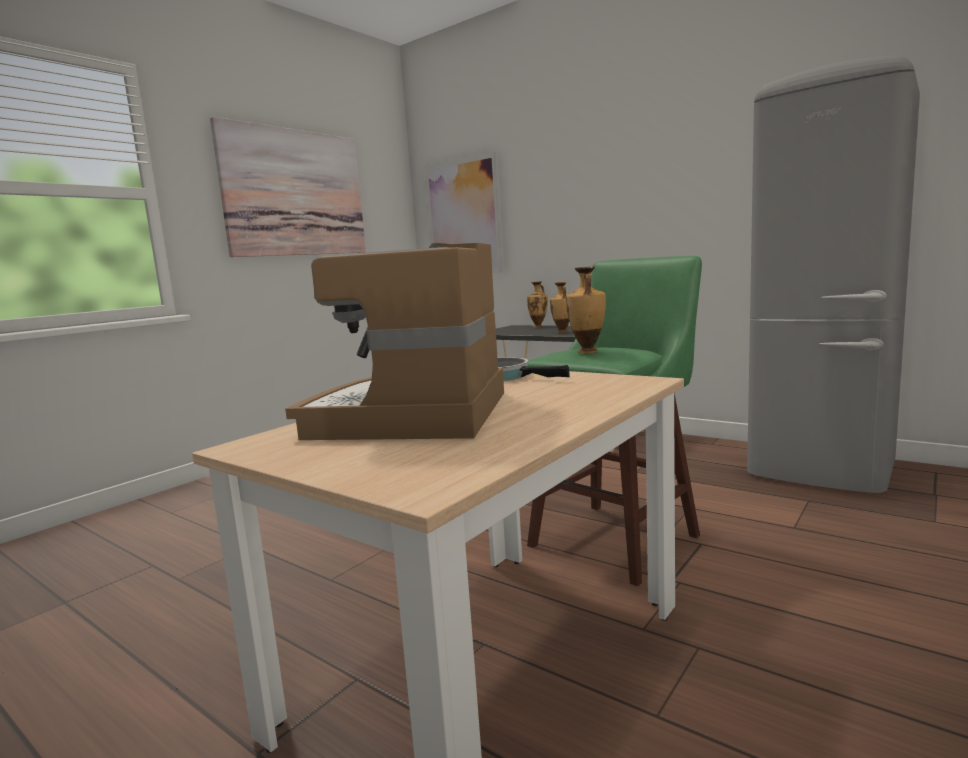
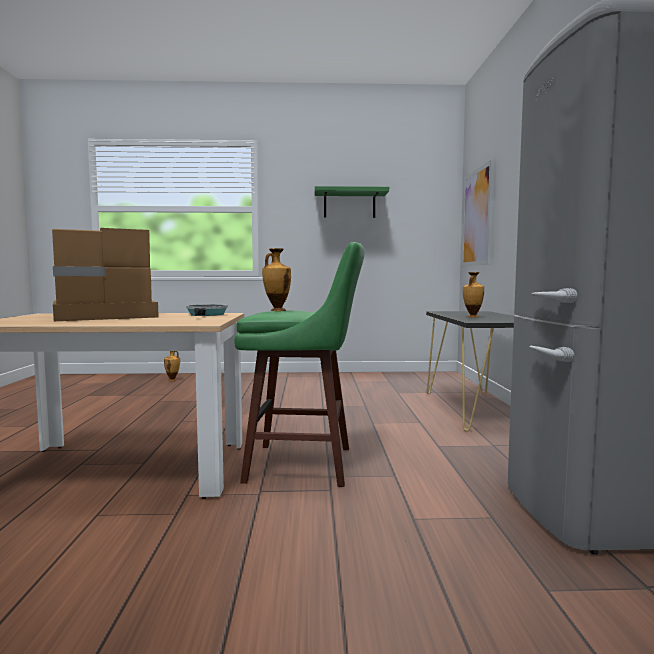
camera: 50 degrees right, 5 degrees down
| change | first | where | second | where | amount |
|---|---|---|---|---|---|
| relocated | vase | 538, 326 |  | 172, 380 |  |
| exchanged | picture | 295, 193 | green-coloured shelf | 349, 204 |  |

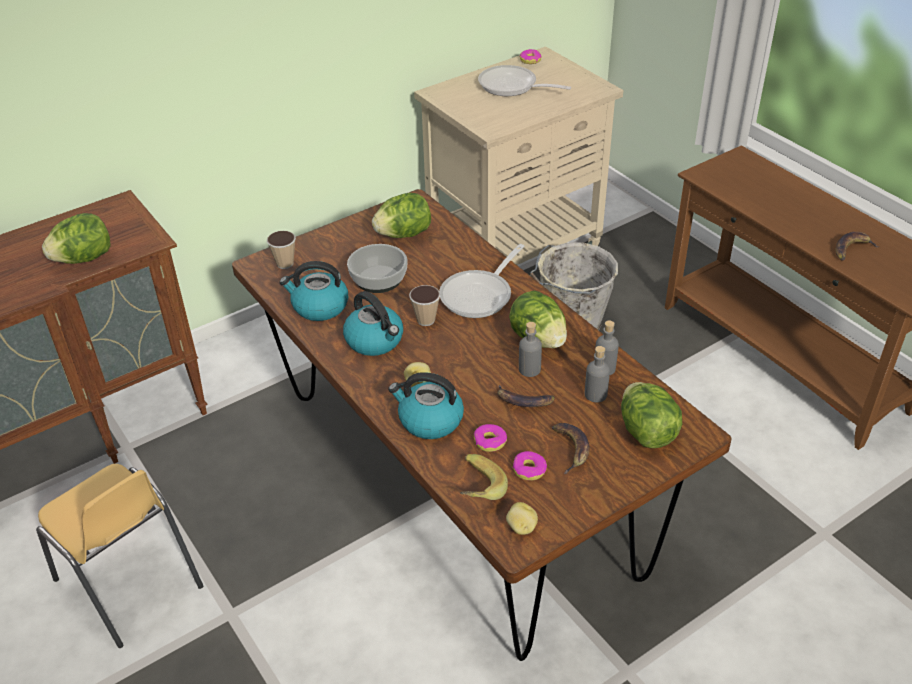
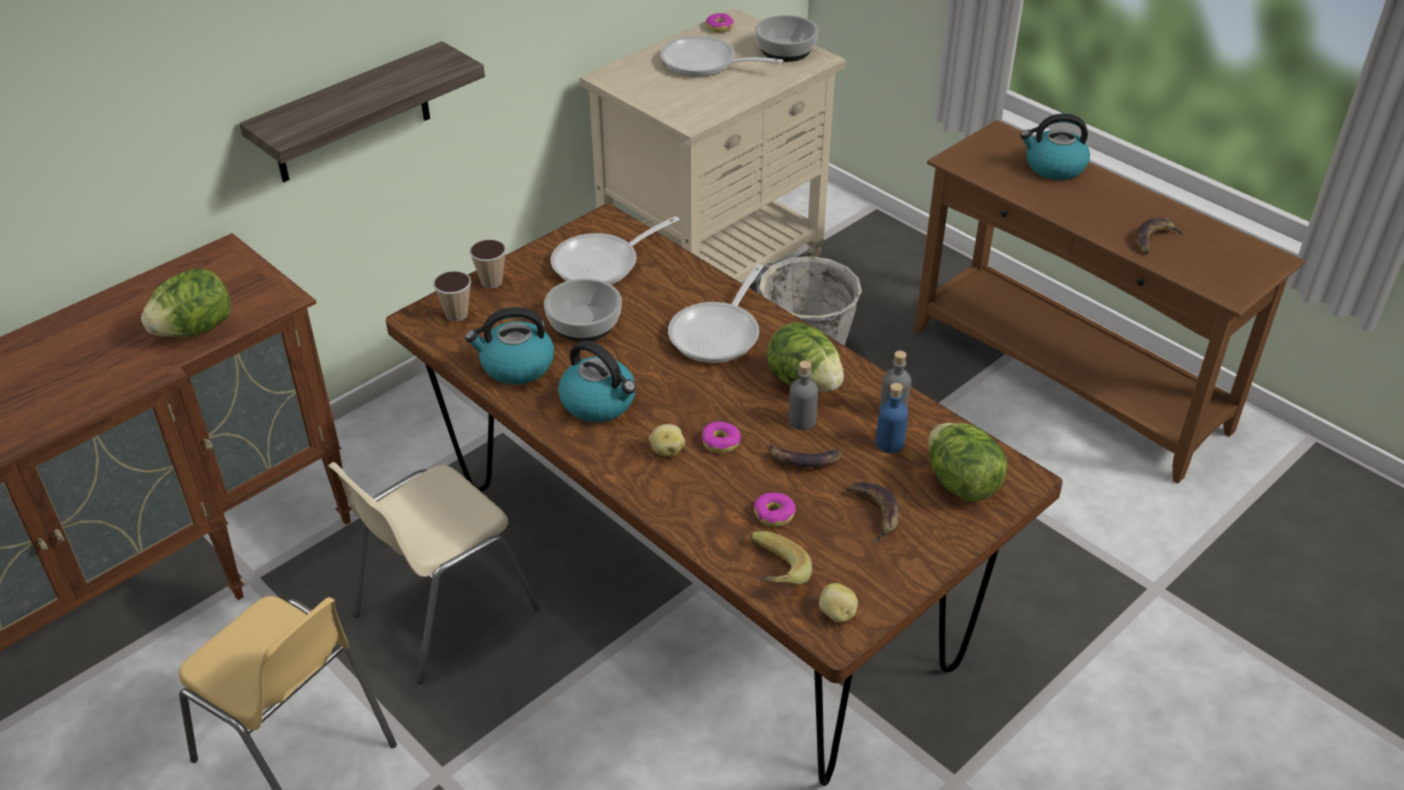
camera: 10 degrees left, 0 degrees up
| change | first | where | second | where | amount |
|---|---|---|---|---|---|
| appeared |  |  | shelf | 351, 114 |  |
| appeared |  |  | beige chair | 443, 611 |  |
| appeared |  |  | deep dish | 785, 50 |  |
| relocated | water kettle | 429, 420 |  | 1054, 167 |  |
| relocated | cup | 426, 320 |  | 491, 281 |  |
| relocated | doughnut | 529, 470 |  | 721, 442 |  |
| exchanged | head of lettuce | 404, 234 | pan | 602, 264 |  |
| colour | greyish bottle | 595, 394 | bluish bottle | 889, 443 |  |

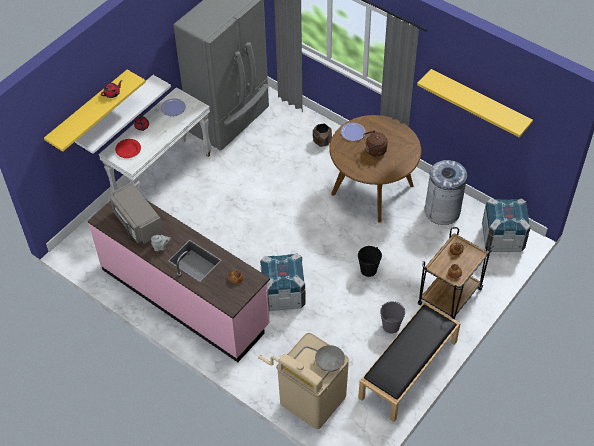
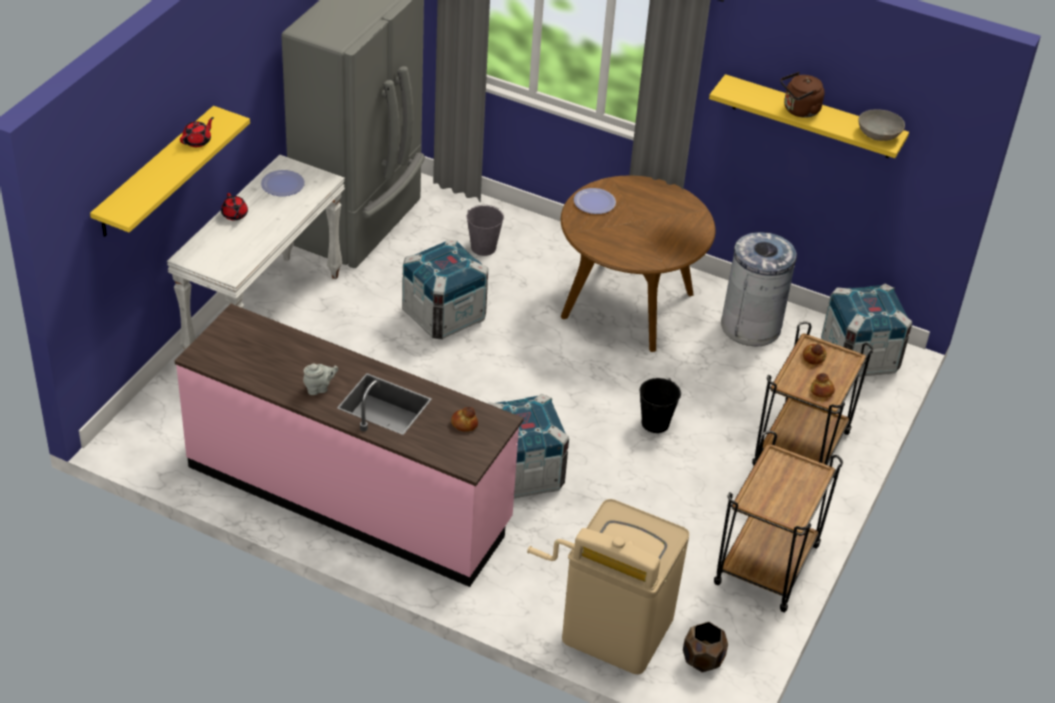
camera: 15 degrees left, 10 degrees down
| change | first | where | second | where | amount |
|---|---|---|---|---|---|
| missing | white shelf | 116, 113 |  |  |  |
| missing | greyish microwave | 137, 223 |  |  |  |
| missing | red-coloured flat dish | 128, 149 |  |  |  |
| appeared |  |  | packing crate | 444, 316 |  |
| relocated | brown planter | 322, 141 |  | 703, 659 |  |
| relocated | greyish deep dish | 330, 362 |  | 879, 134 |  |
| relocated | brown water kettle | 374, 151 |  | 799, 110 |  |
| relocated | greyish pail | 391, 326 |  | 483, 247 |  |
| exchanged | blackish indoor bench | 408, 370 | brown trolley | 766, 566 |  |

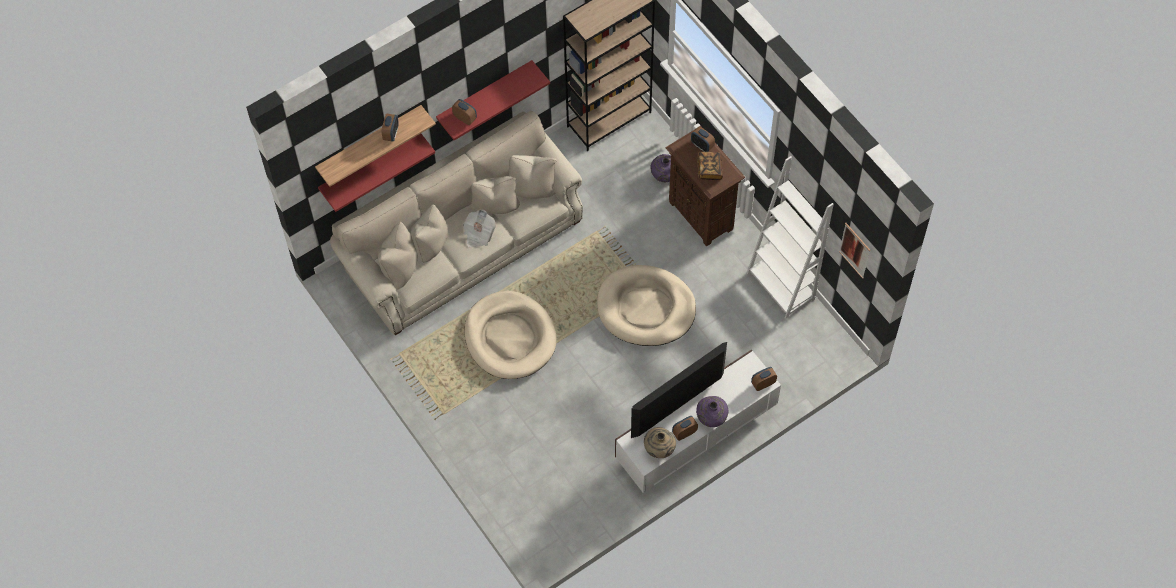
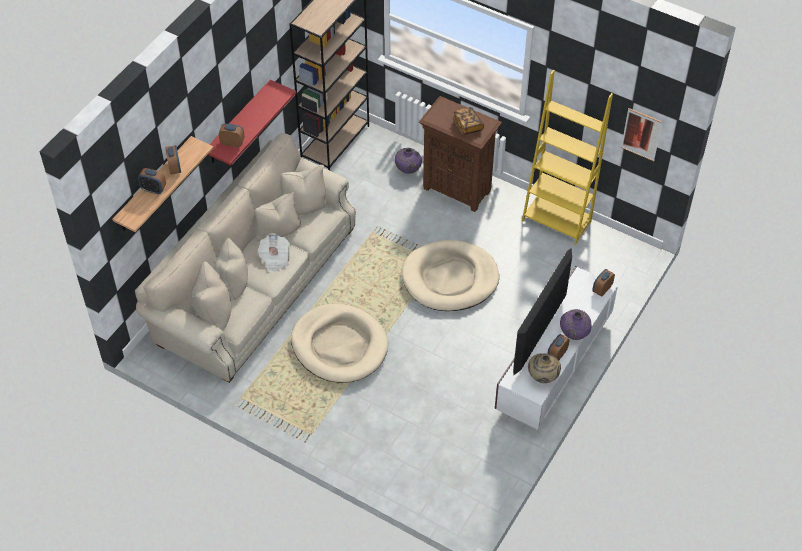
camera: 25 degrees left, 10 degrees down
| change | first | where | second | where | amount |
|---|---|---|---|---|---|
| missing | red-coloured shelf | 369, 164 |  |  |  |
| relocated | table clock | 702, 146 |  | 153, 189 |  |
| colour | white bookcase | 781, 286 | yellow bookcase | 556, 220 |  |

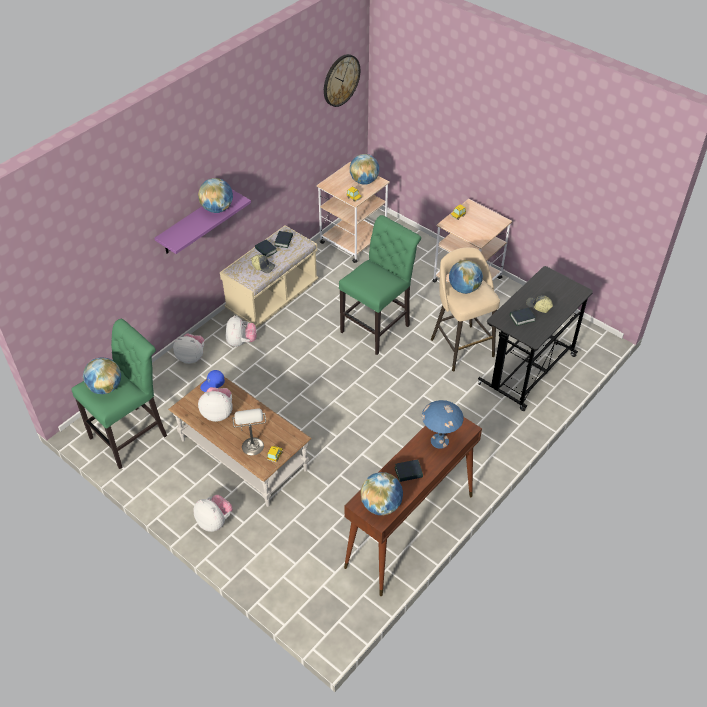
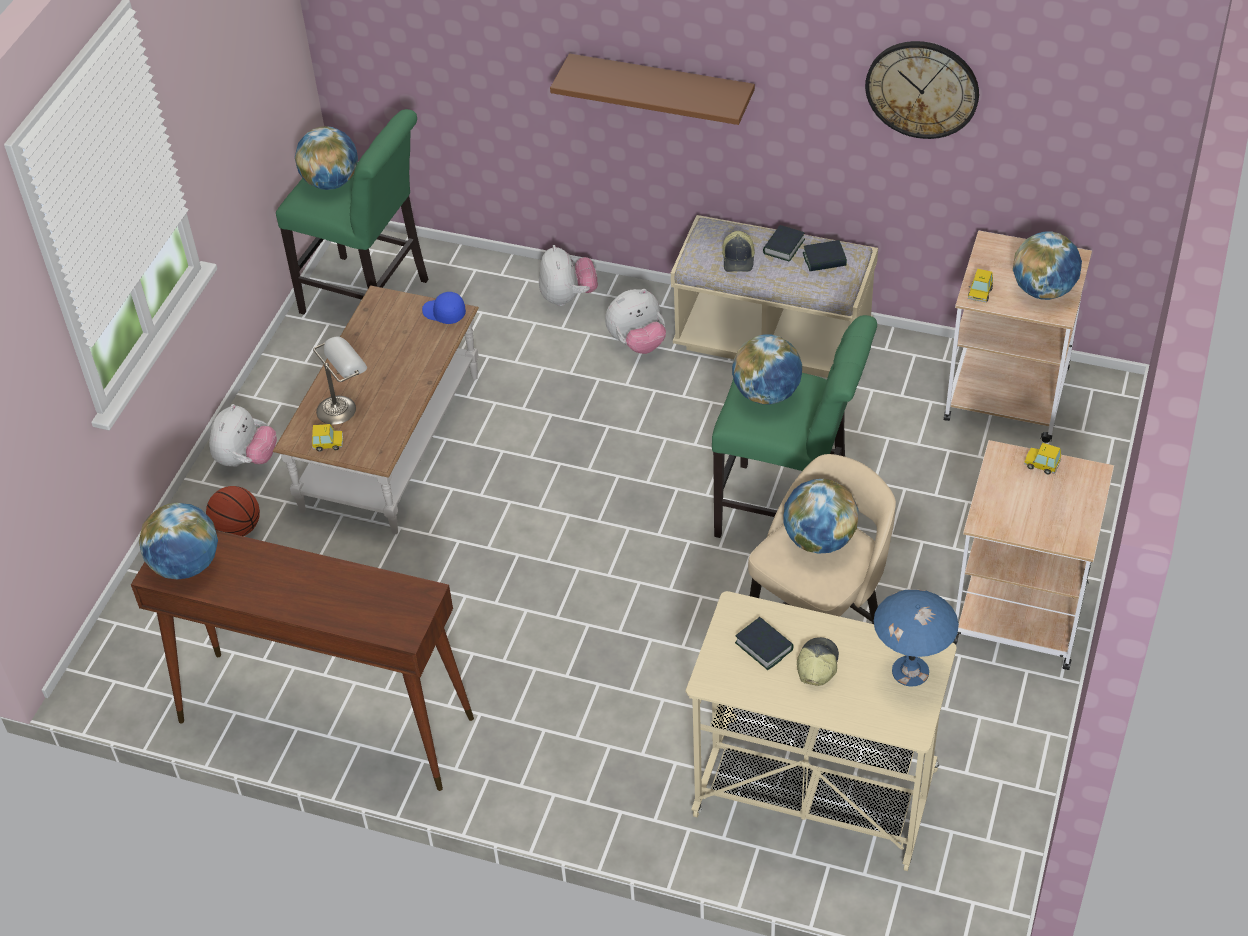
camera: 70 degrees right, 0 degrees up
| change | first | where | second | where | amount |
|---|---|---|---|---|---|
| missing | cuddly toy | 218, 413 |  |  |  |
| missing | volume | 408, 472 |  |  |  |
| appeared |  |  | ball for basketball | 238, 529 |  |
| relocated | desk globe | 217, 209 |  | 767, 394 |  |
| relocated | clock on the wall | 341, 80 |  | 922, 89 |  |
| relocated | bluish table lamp | 440, 441 |  | 910, 672 |  |
| colour | purplish shelf | 194, 222 | brown shelf | 661, 89 |  |
| colour | blackish desk | 527, 370 | beige desk | 814, 793 |  |

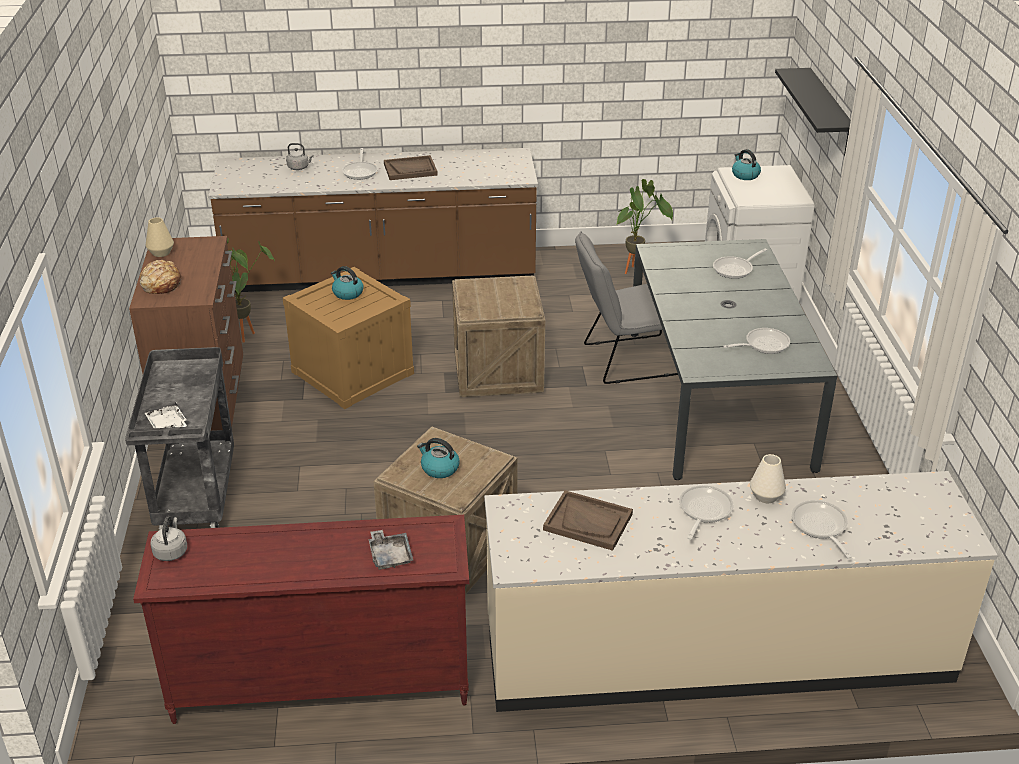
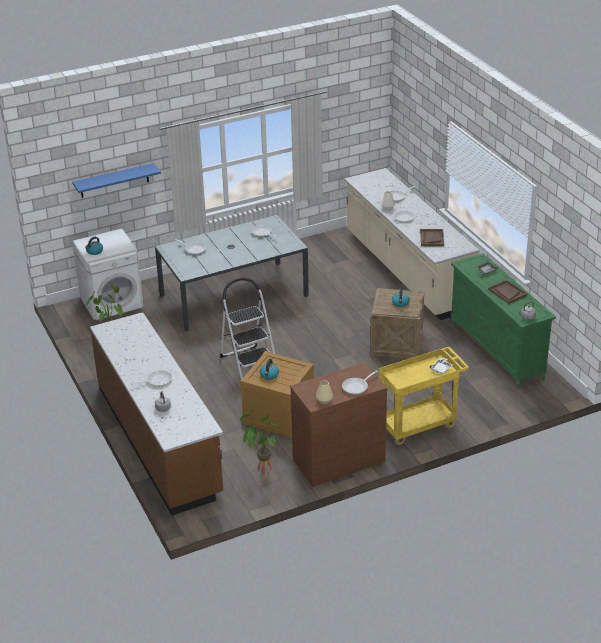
camera: 110 degrees left, 0 degrees up
| change | first | where | second | where | amount |
|---|---|---|---|---|---|
| missing | greyish chair | 625, 360 |  |  |  |
| relocated | brown carrying tray | 410, 169 |  | 507, 293 |  |
| exchanged | bread | 161, 284 | pan | 357, 387 |  |
| exchanged | packing crate | 498, 372 | stepladder | 249, 365 |  |
| colour | greyish trolley | 196, 503 | yellow trolley | 421, 427 |  |
| colour | red-coloured chest of drawers | 321, 687 | green-coloured chest of drawers | 496, 351 |  |
| colour | blackish shelf | 829, 112 | bluish shelf | 114, 180 |  |

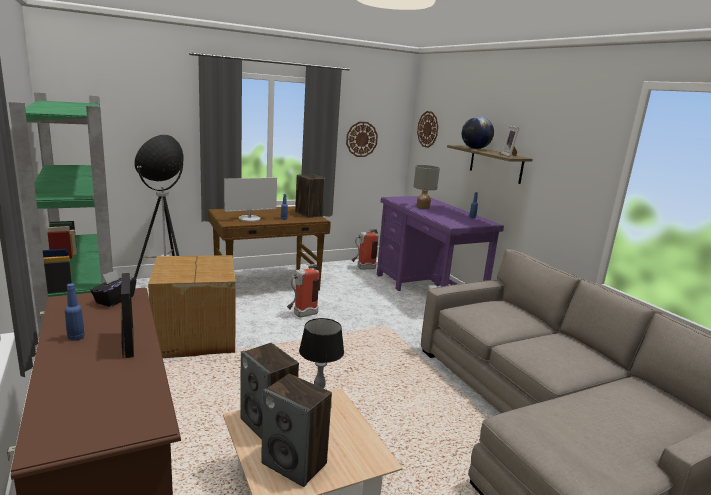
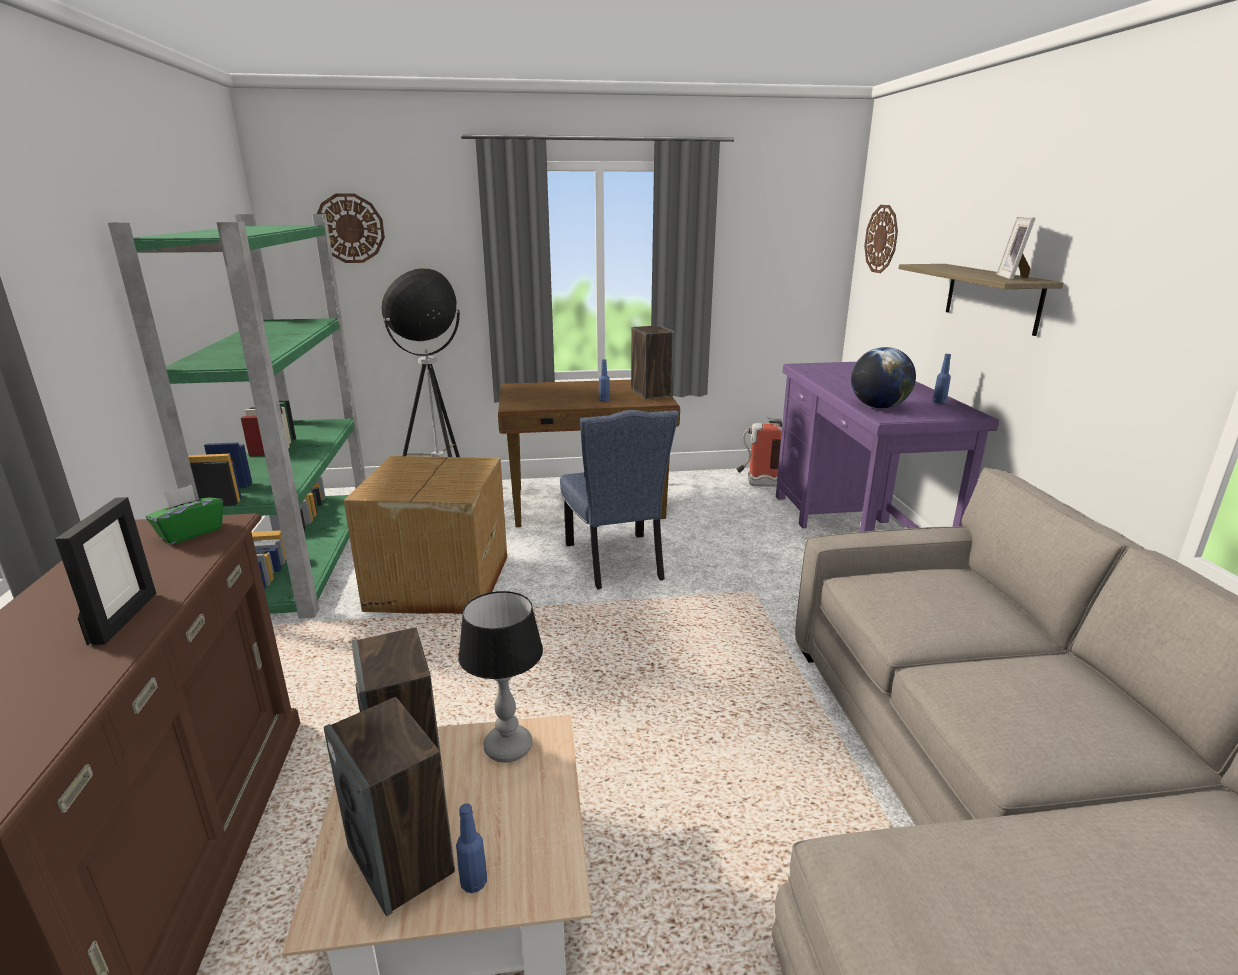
camera: 20 degrees right, 5 degrees up
| change | first | where | second | where | amount |
|---|---|---|---|---|---|
| missing | computer display | 249, 219 |  |  |  |
| missing | greyish table lamp | 423, 207 |  |  |  |
| relocated | bluish bottle | 76, 337 |  | 474, 883 |  |
| relocated | clock on the wall | 361, 139 |  | 350, 228 |  |
| relocated | desk globe | 475, 148 |  | 878, 407 |  |
| exchanged | fire-fighting cylinder | 301, 315 | bluish chair | 616, 559 |  |
| colour | blackish tissue holder | 114, 300 | green-coloured tissue holder | 190, 533 |  |

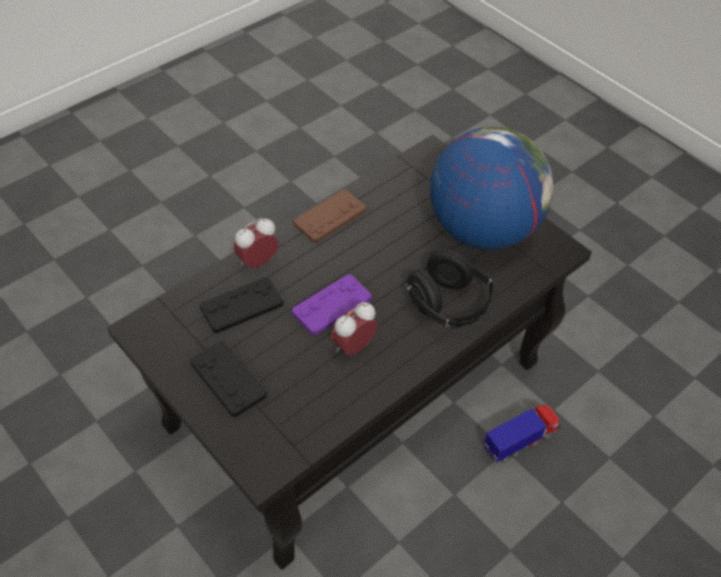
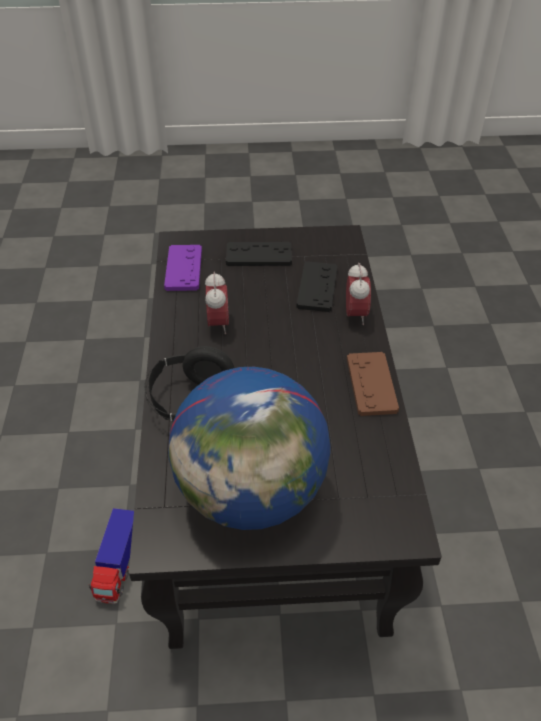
camera: 130 degrees right, 5 degrees down
| change | first | where | second | where | amount |
|---|---|---|---|---|---|
| relocated | purplish game controller | 332, 305 |  | 183, 269 |  |

